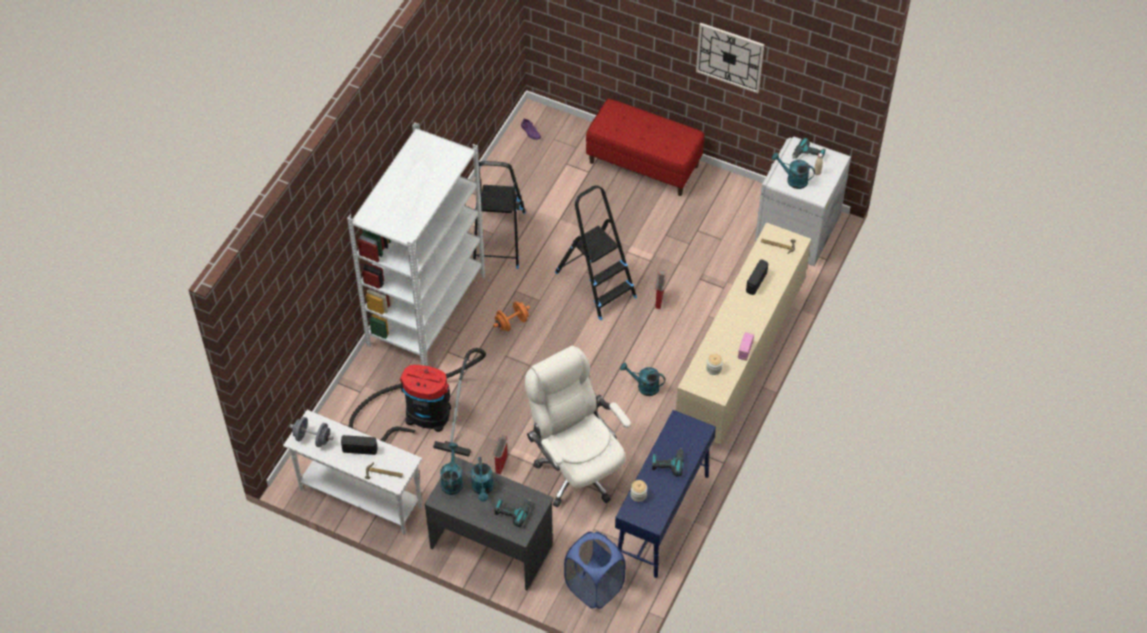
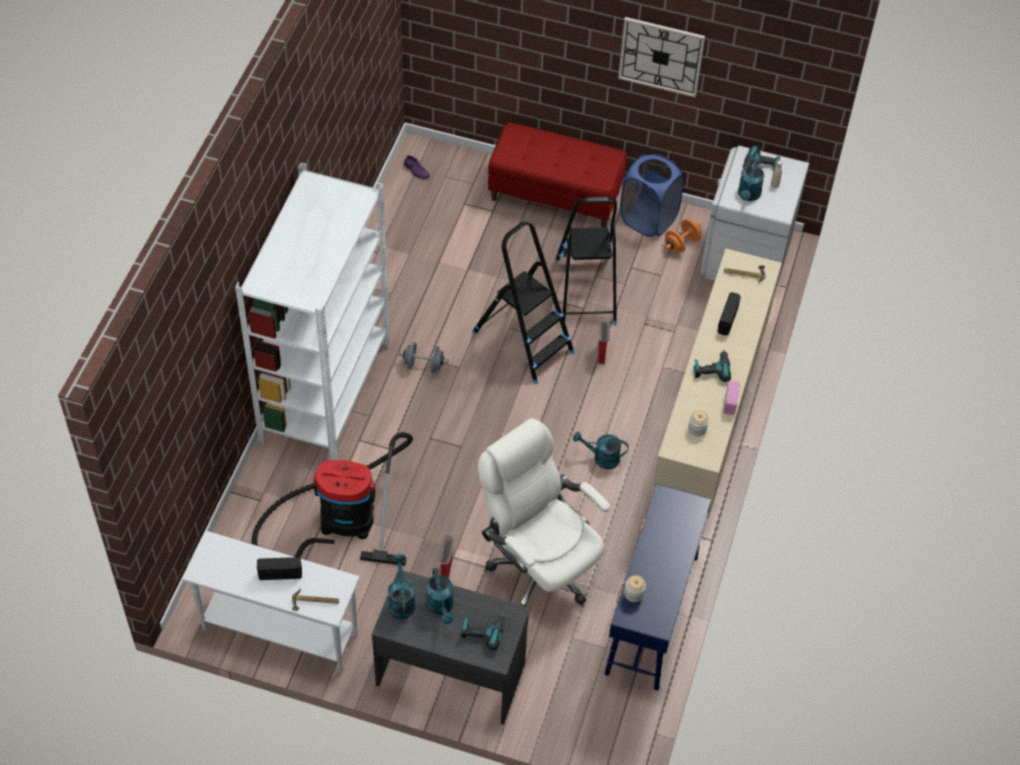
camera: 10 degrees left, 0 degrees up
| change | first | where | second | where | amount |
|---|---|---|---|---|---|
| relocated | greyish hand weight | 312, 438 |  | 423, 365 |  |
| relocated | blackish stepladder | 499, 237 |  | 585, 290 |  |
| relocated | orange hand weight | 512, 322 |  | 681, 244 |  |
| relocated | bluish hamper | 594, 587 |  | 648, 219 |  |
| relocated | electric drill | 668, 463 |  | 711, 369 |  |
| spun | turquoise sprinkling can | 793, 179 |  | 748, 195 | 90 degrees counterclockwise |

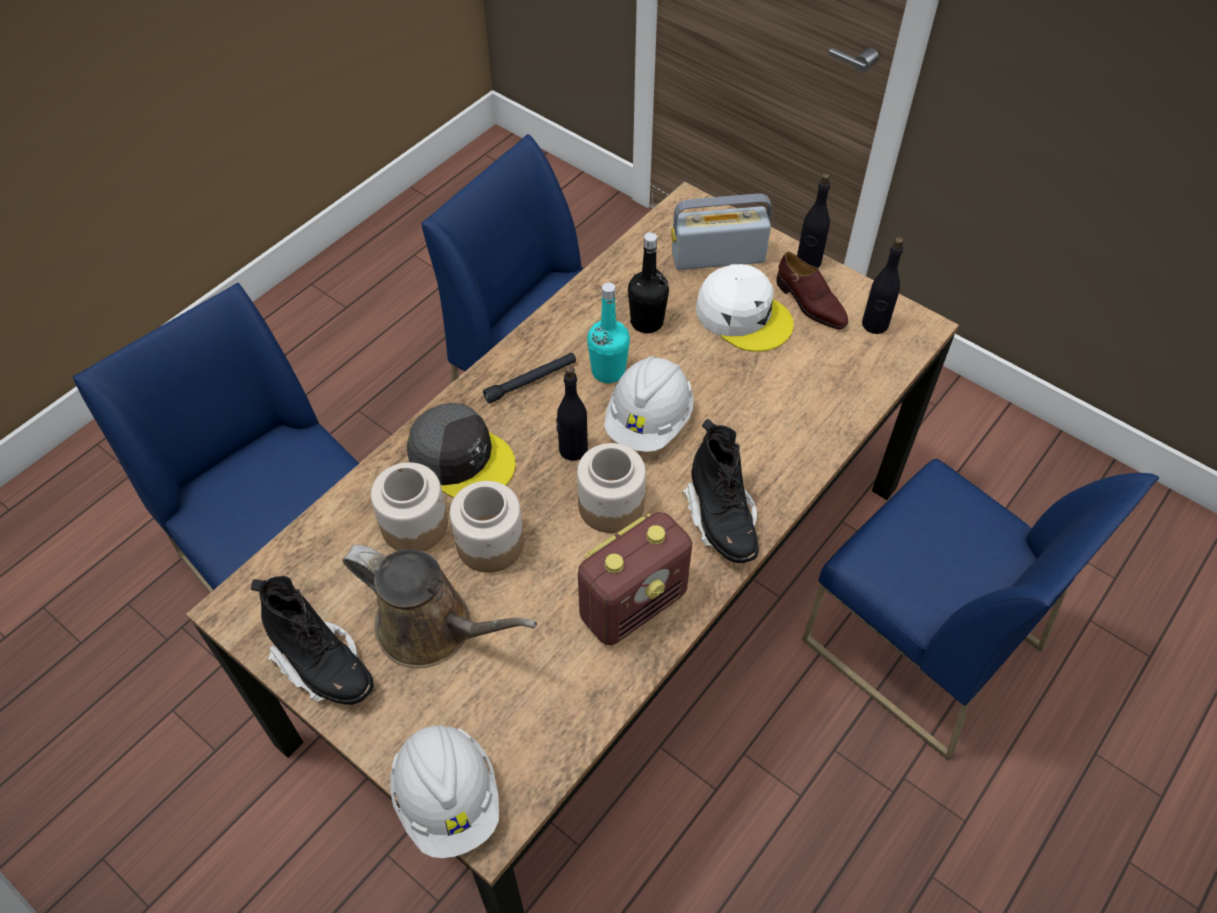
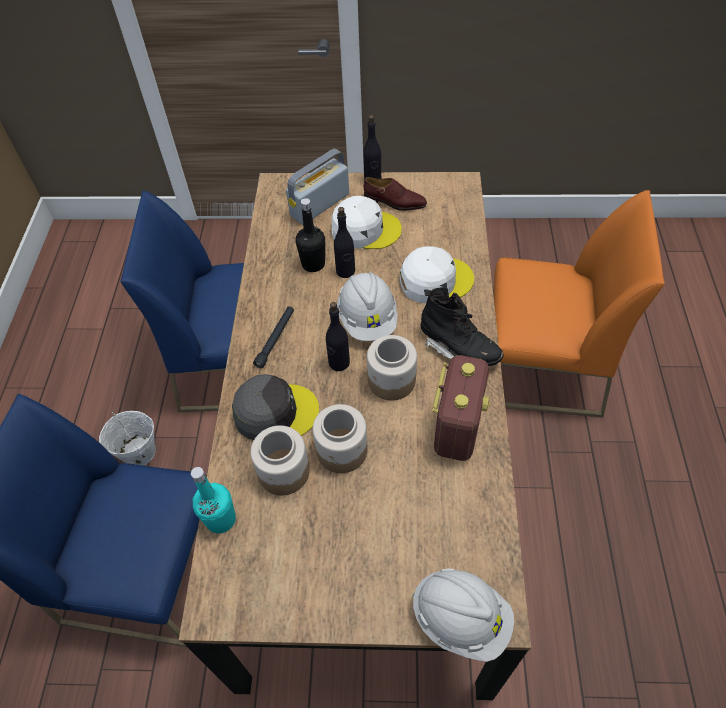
camera: 35 degrees left, 0 degrees up
| change | first | where | second | where | amount |
|---|---|---|---|---|---|
| missing | blackish high-top boot | 322, 664 |  |  |  |
| missing | brown sprinkling can | 433, 628 |  |  |  |
| appeared |  |  | white pail | 138, 452 |  |
| appeared |  |  | white baseball cap | 435, 280 |  |
| relocated | turquoise bottle | 608, 371 |  | 221, 519 |  |
| relocated | blackish bottle | 874, 325 |  | 345, 271 |  |
| colour | bluish chair | 919, 644 | orange chair | 540, 368 |  |

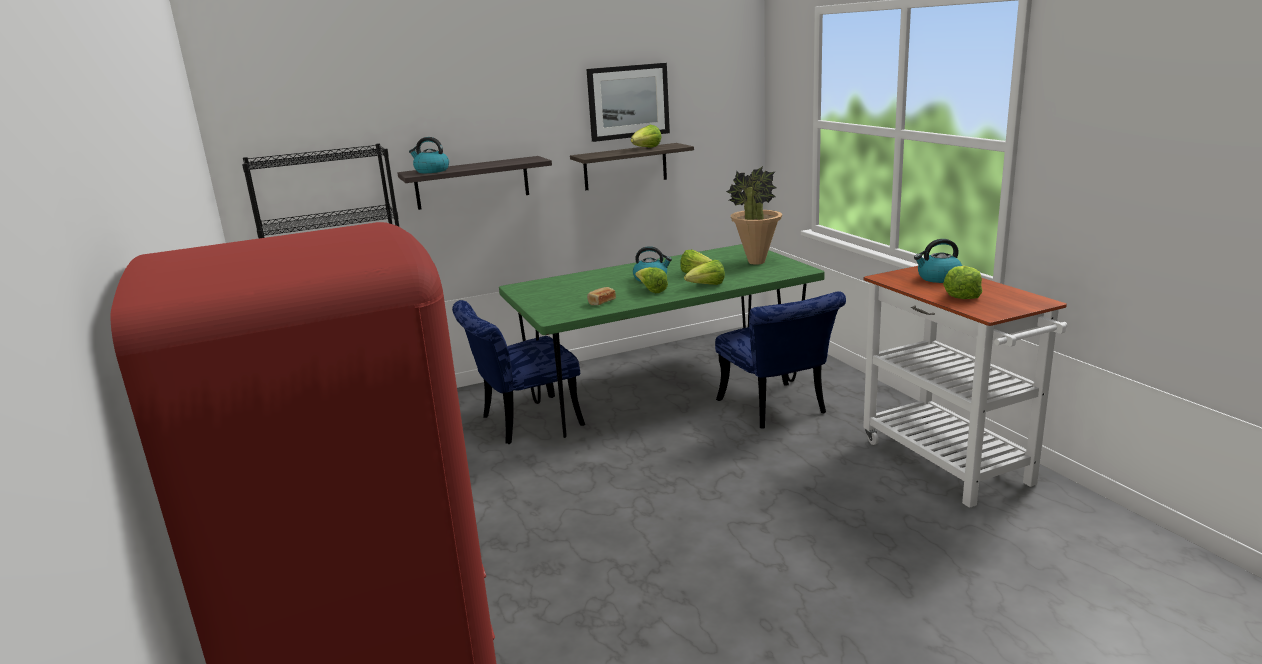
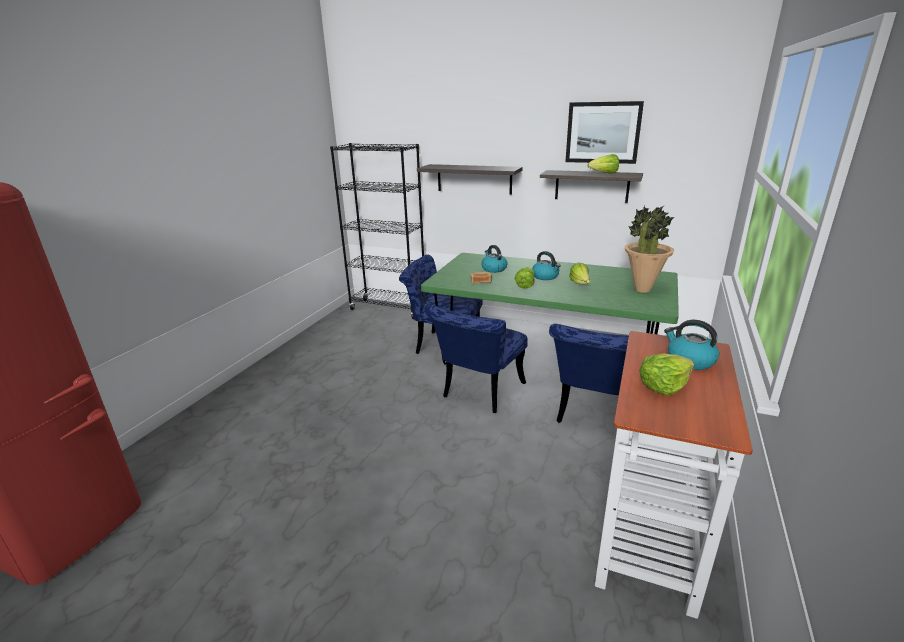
camera: 45 degrees right, 5 degrees up
| change | first | where | second | where | amount |
|---|---|---|---|---|---|
| missing | head of lettuce | 707, 286 |  |  |  |
| appeared |  |  | bluish chair | 479, 393 |  |
| relocated | water kettle | 431, 171 |  | 493, 269 |  |

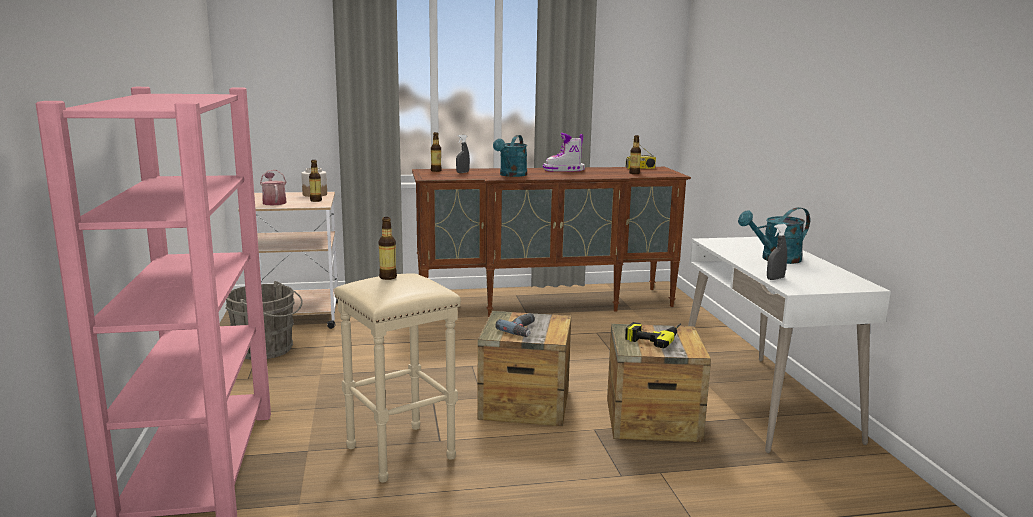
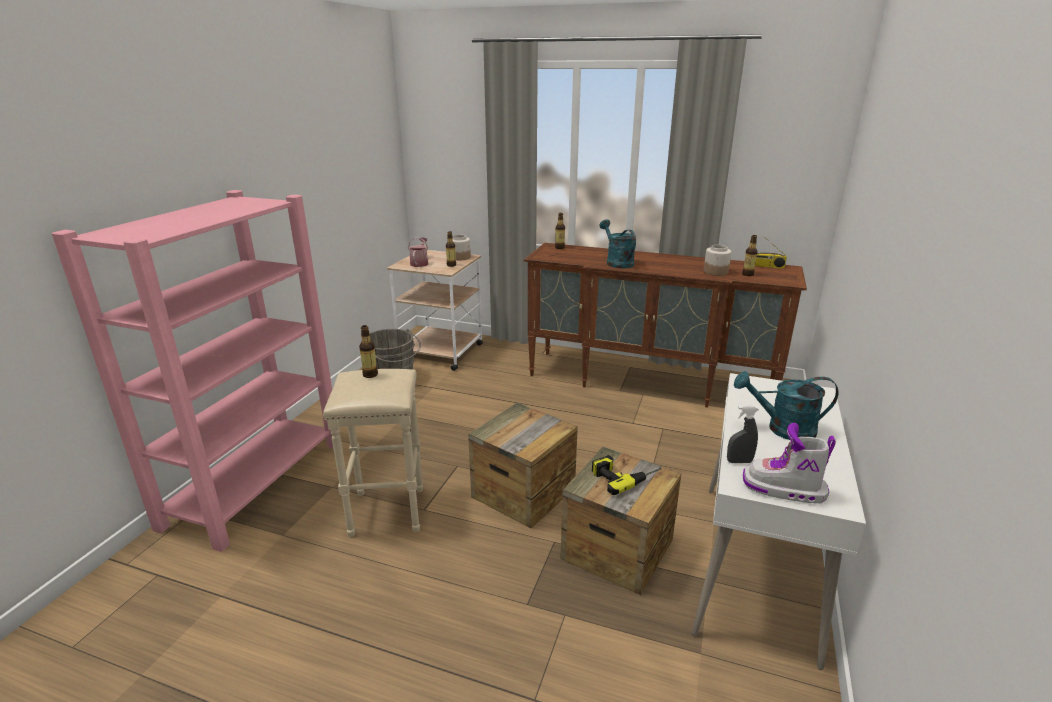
camera: 30 degrees right, 10 degrees up
| change | first | where | second | where | amount |
|---|---|---|---|---|---|
| missing | greyish hand sprayer | 462, 172 |  |  |  |
| missing | electric drill | 523, 330 |  |  |  |
| appeared |  |  | jar | 716, 272 |  |
| relocated | high-top boot | 564, 170 |  | 784, 489 |  |
| spun | turquoise sprinkling can | 511, 175 |  | 617, 262 | 105 degrees clockwise |

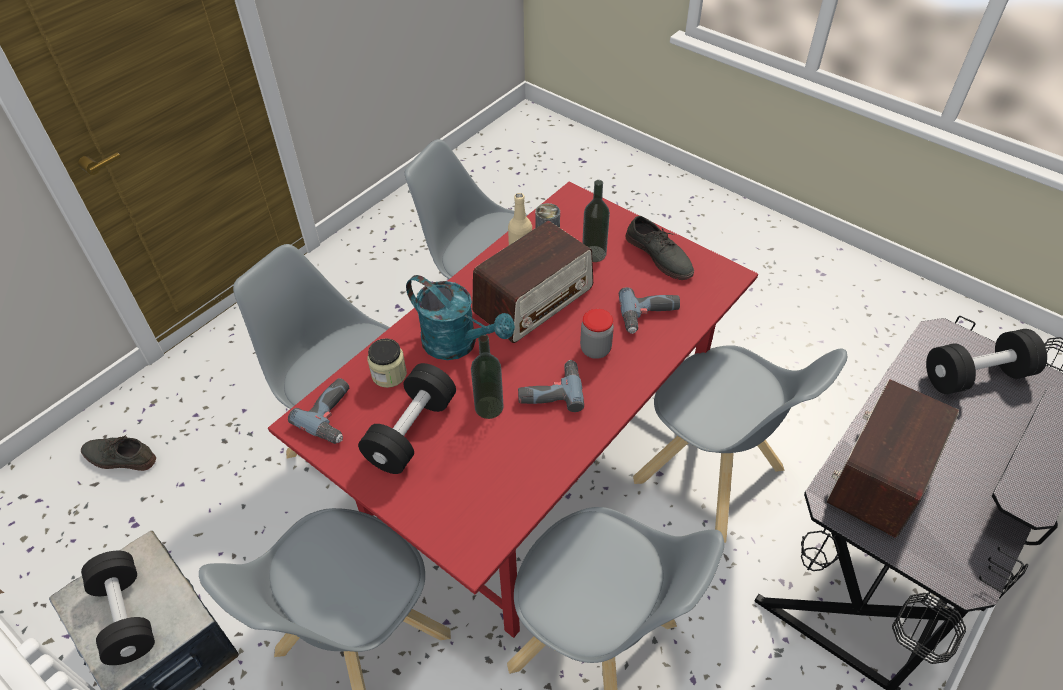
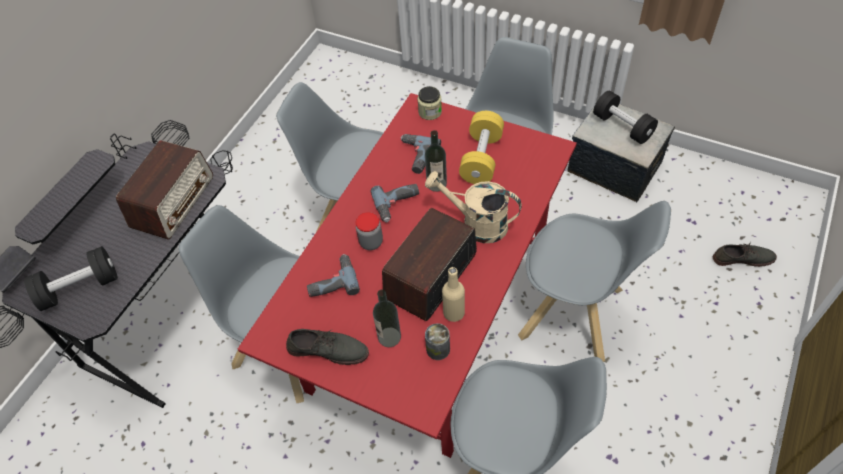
camera: 170 degrees right, 5 degrees up
| change | first | where | second | where | amount |
|---|---|---|---|---|---|
| relocated | electric drill | 334, 415 |  | 415, 156 |  |
| relocated | jar | 389, 374 |  | 430, 112 |  |
| colour | blackish hand weight | 411, 432 | yellow hand weight | 481, 158 |  |
| colour | turquoise sprinkling can | 458, 344 | beige sprinkling can | 476, 224 |  |
| spun | greyish low shoe | 659, 255 |  | 328, 349 | 150 degrees clockwise |

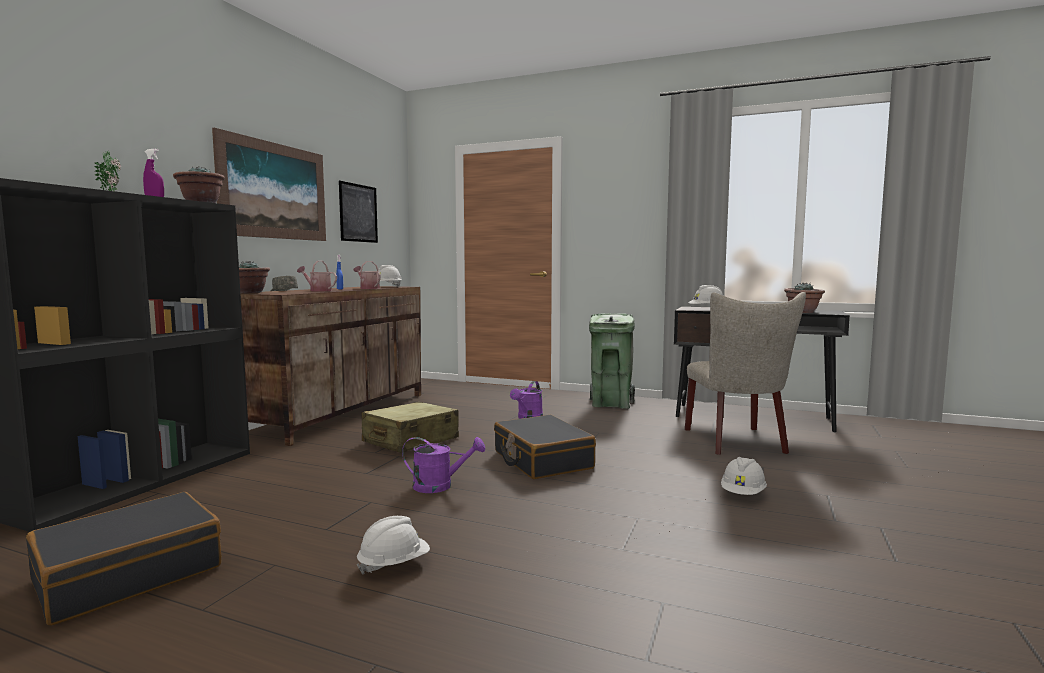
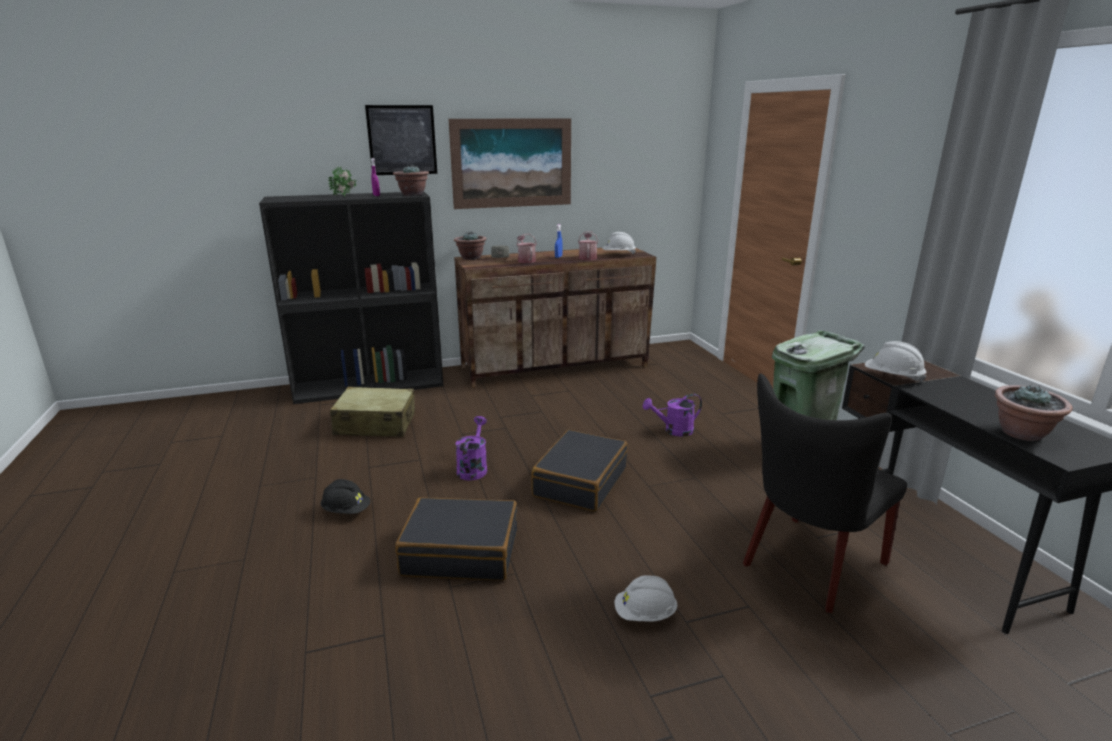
camera: 50 degrees right, 15 degrees up
| change | first | where | second | where | amount |
|---|---|---|---|---|---|
| relocated | blackish piece of luggage | 129, 573 |  | 461, 552 |  |
| relocated | picture | 358, 213 |  | 402, 140 |  |
| relocated | beige piece of luggage | 410, 440 |  | 375, 424 |  |
| colour | white safety helmet | 394, 564 | blackish safety helmet | 346, 511 |  |
| colour | beige chair | 738, 442 | blackish chair | 808, 566 |  |
| spun | purplish sprinkling can | 440, 486 |  | 473, 468 | 135 degrees counterclockwise |

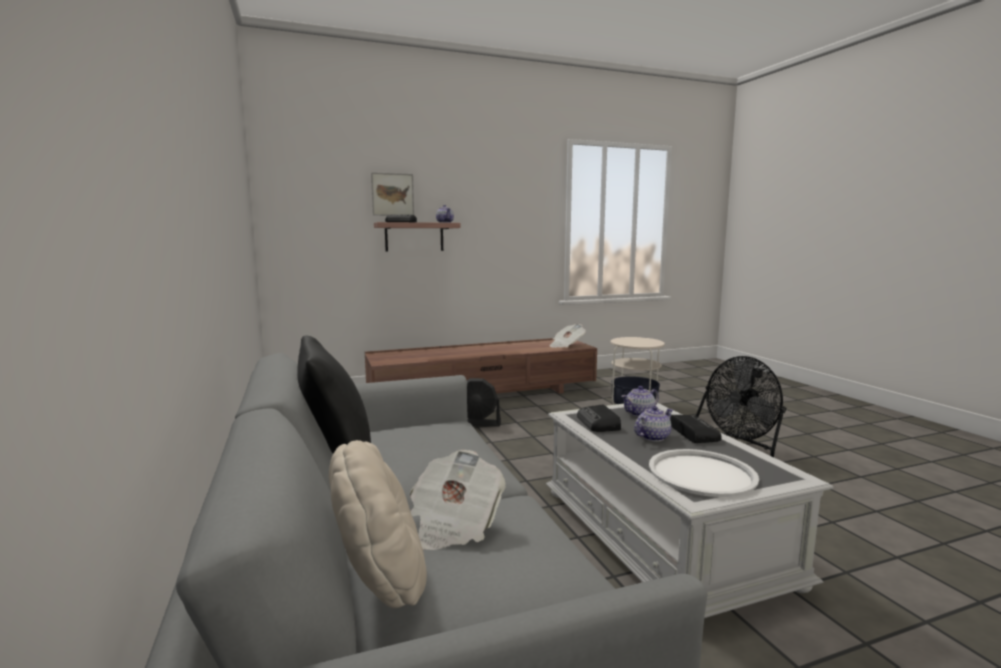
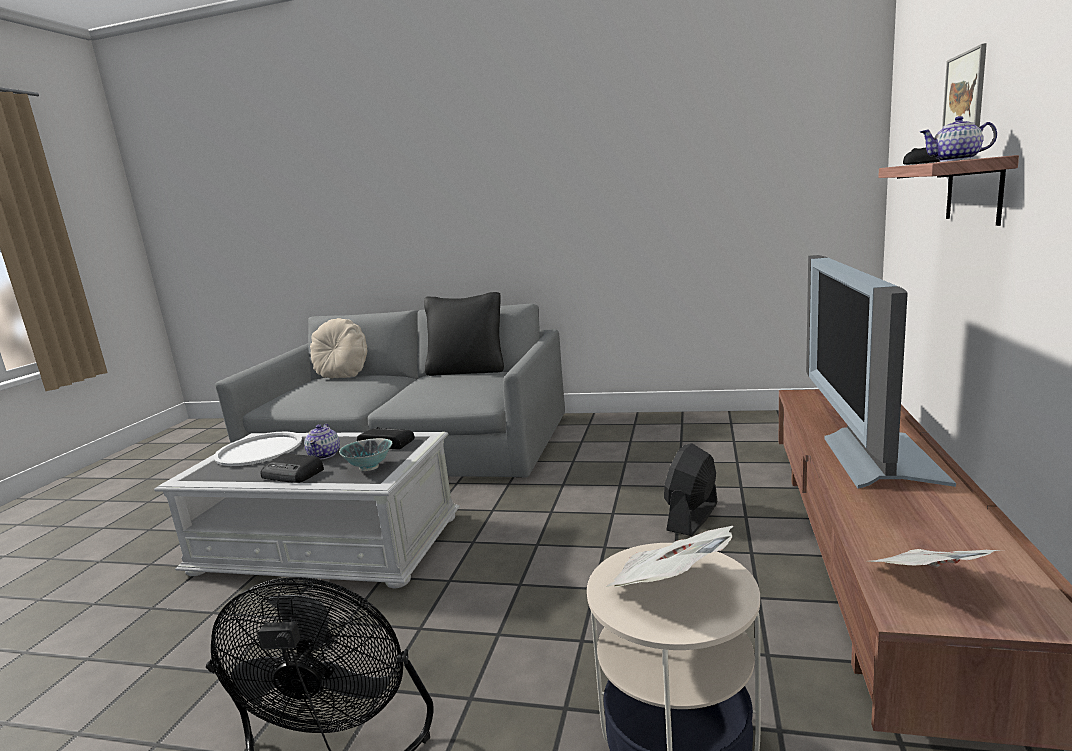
camera: 125 degrees right, 5 degrees up
| change | first | where | second | where | amount |
|---|---|---|---|---|---|
| appeared |  |  | TV | 873, 461 |  |
| relocated | daily paper | 454, 523 |  | 669, 586 |  |
| exchanged | tea pot | 640, 413 | deep dish | 369, 468 |  |

